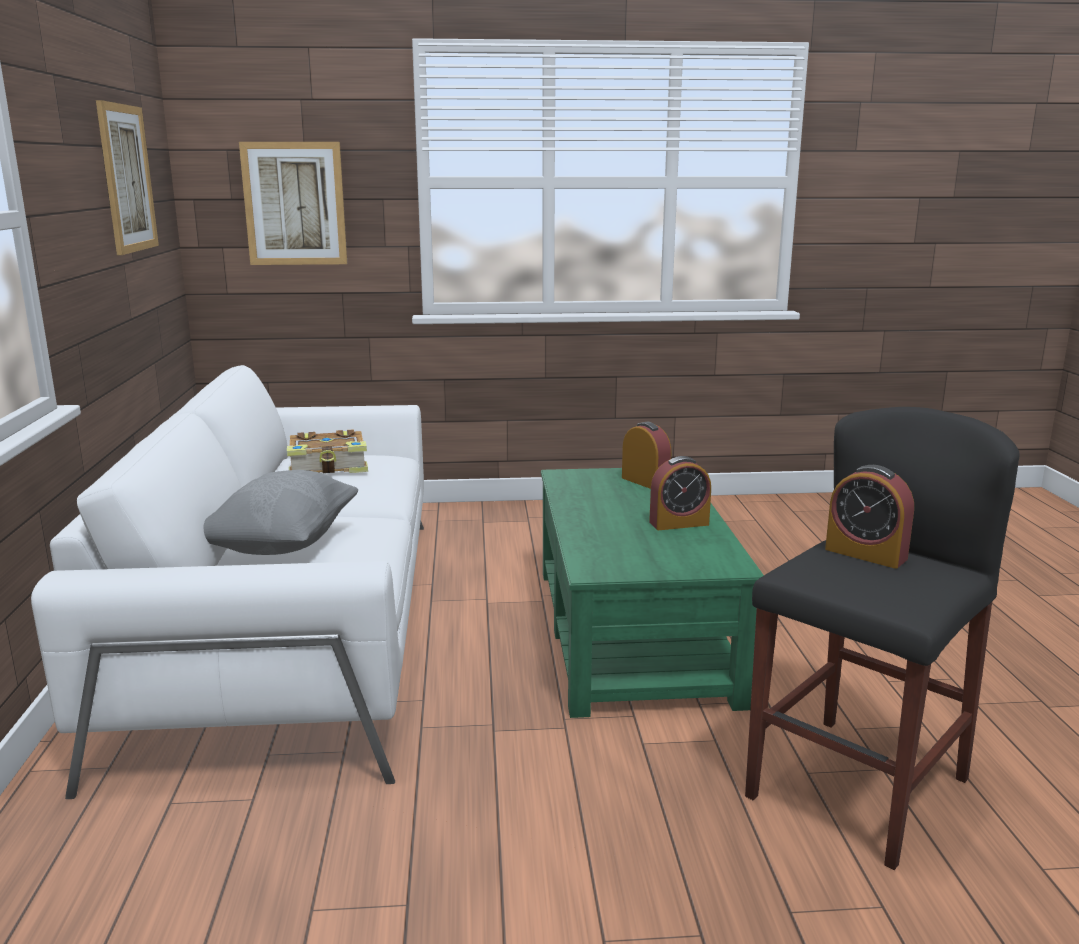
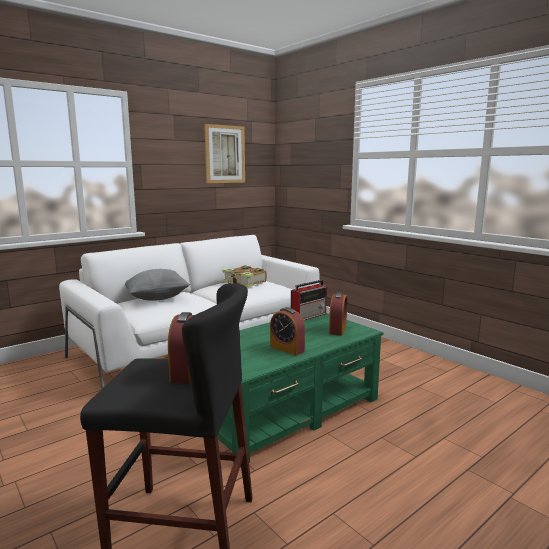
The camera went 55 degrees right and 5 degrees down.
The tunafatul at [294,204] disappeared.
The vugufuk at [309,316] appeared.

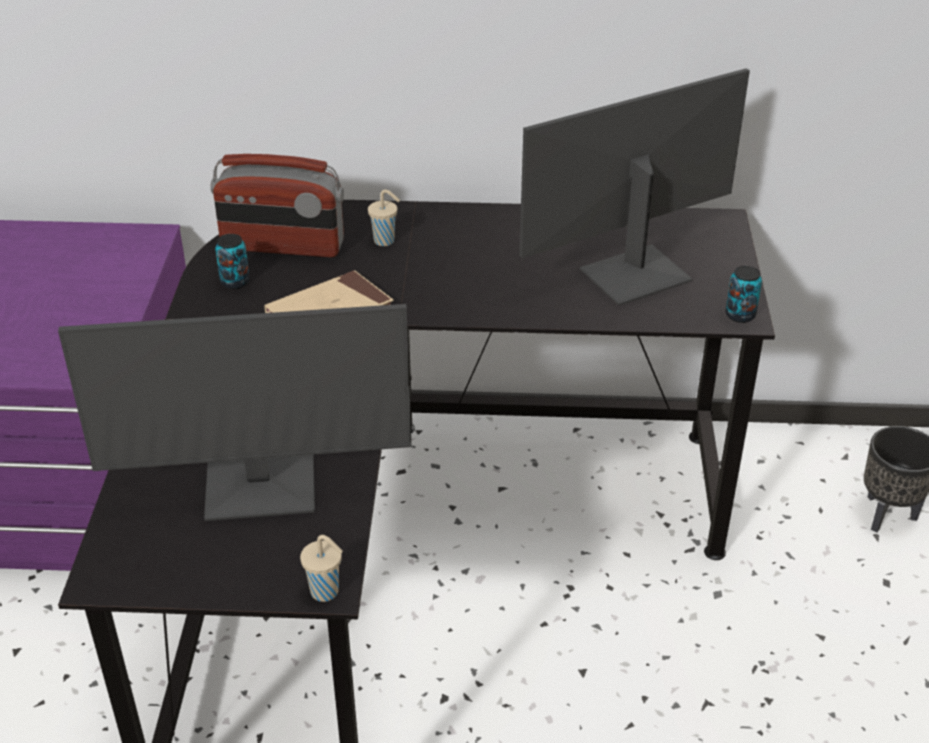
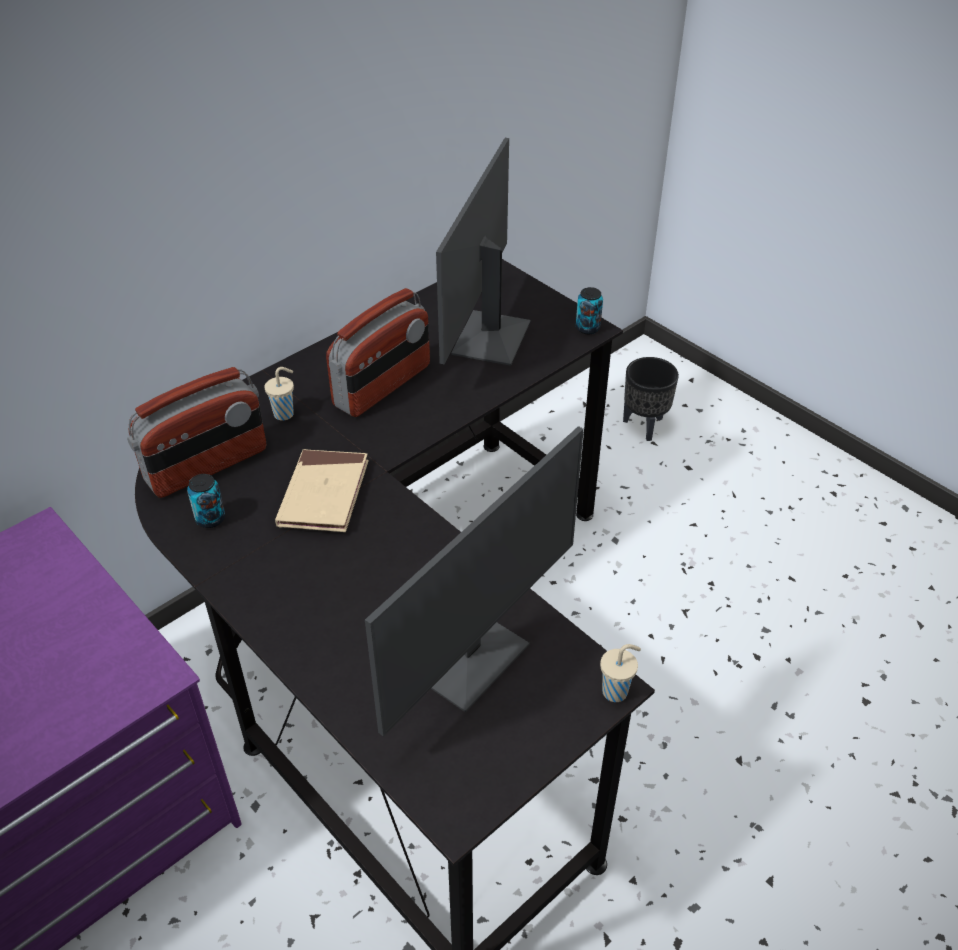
The camera went 45 degrees left and 5 degrees up.
The vugufuk at [383,386] appeared.

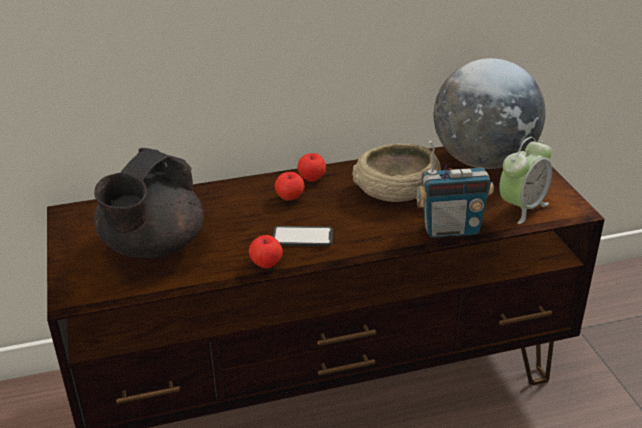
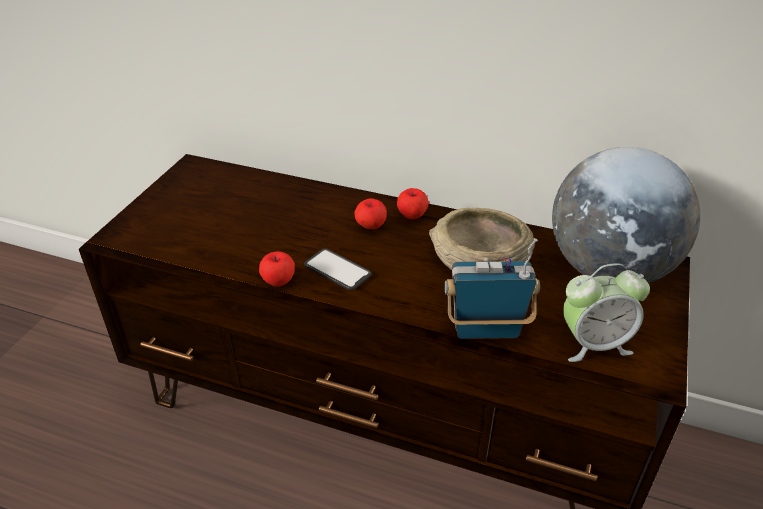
The camera went 35 degrees right and 5 degrees up.
The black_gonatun at [152,247] disappeared.
The vugufuk at [451,229] turned 150 degrees clockwise.

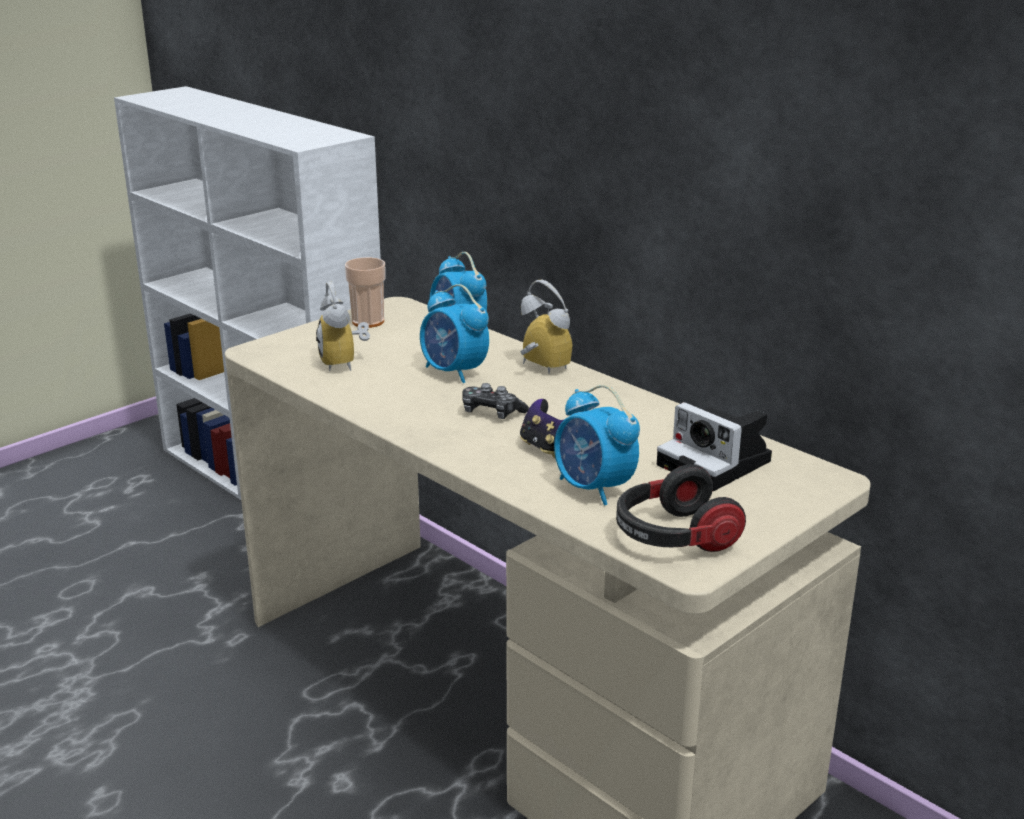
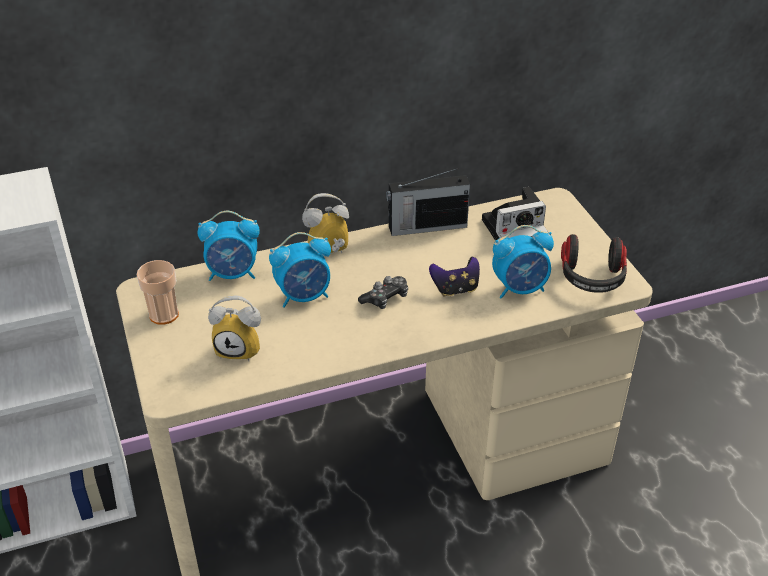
The camera went 65 degrees left and 15 degrees up.
The vugufuk at [426,226] appeared.

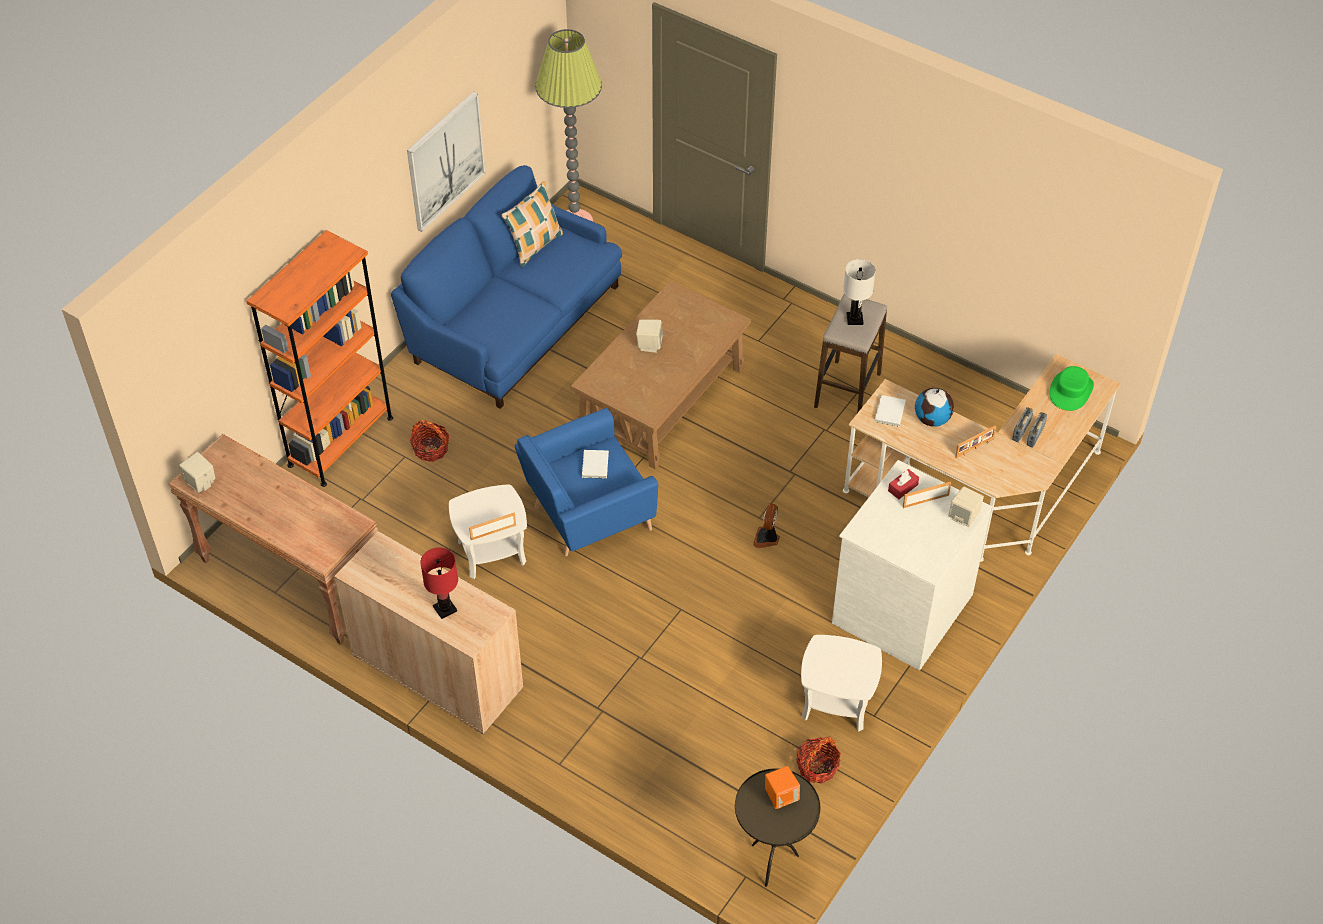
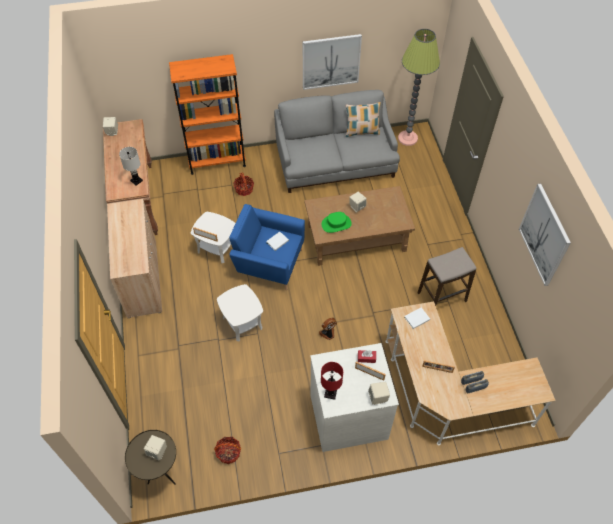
The camera went 45 degrees right and 5 degrees up.
The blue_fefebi at [514,321] became the grey_fefebi at [335,161].
The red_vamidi moved from [445,608] to [330,393].
The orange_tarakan at [781,796] became the beige_tarakan at [157,451].
The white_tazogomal moved from [837,703] to [242,323].
The white_vamidi moved from [854,319] to [136,181].
The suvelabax at [932,419] disappeared.
The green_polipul moved from [1070,391] to [336,224].
The tunafatul at [544,235] appeared.

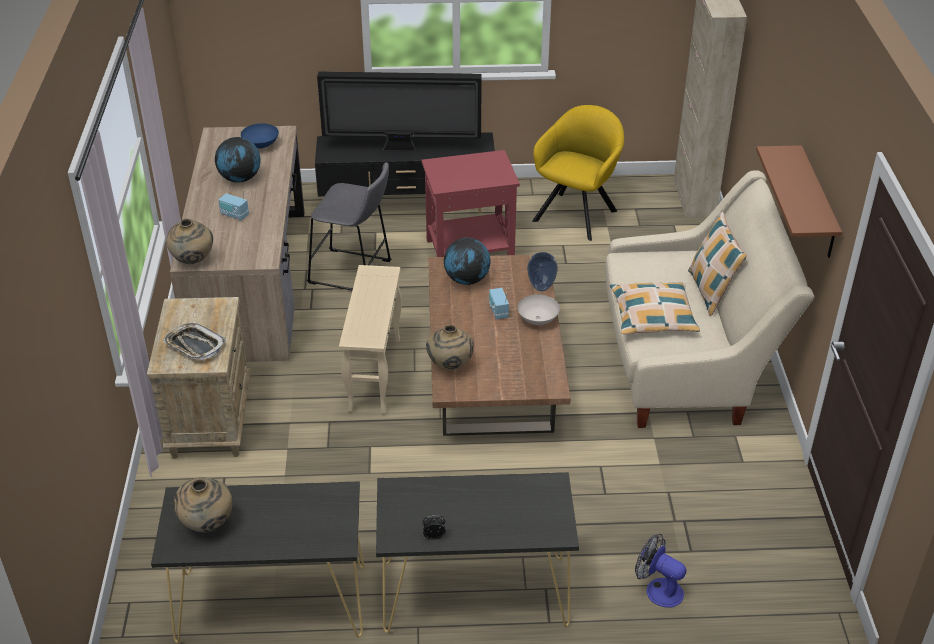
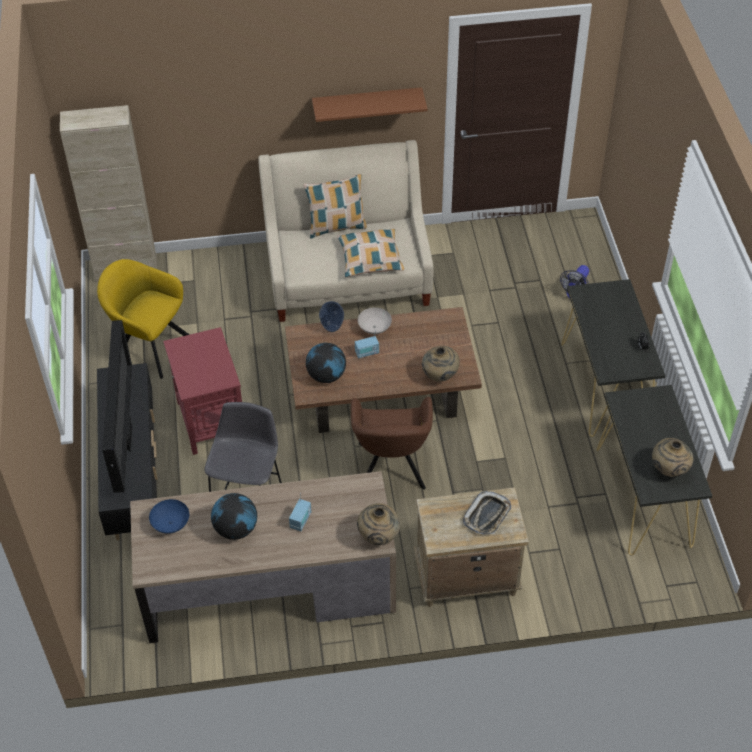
The camera went 95 degrees left and 10 degrees up.
The beige_tazogomal at [375,375] was replaced by the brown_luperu at [391,469].

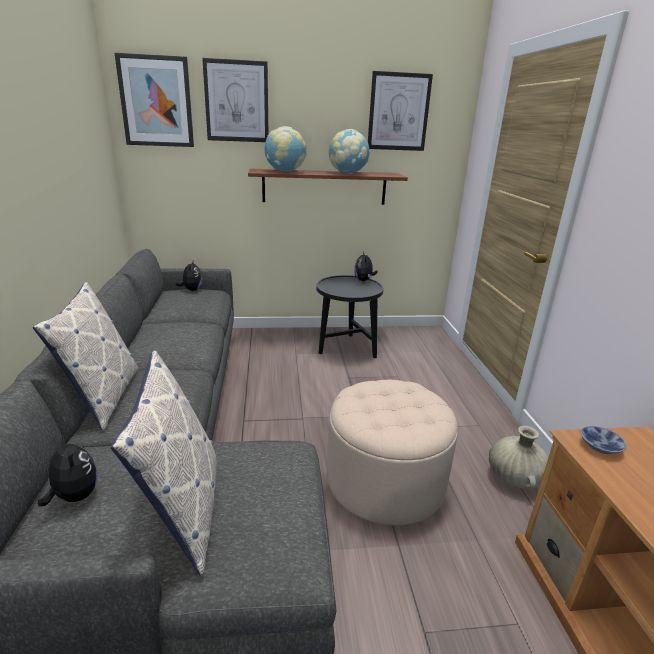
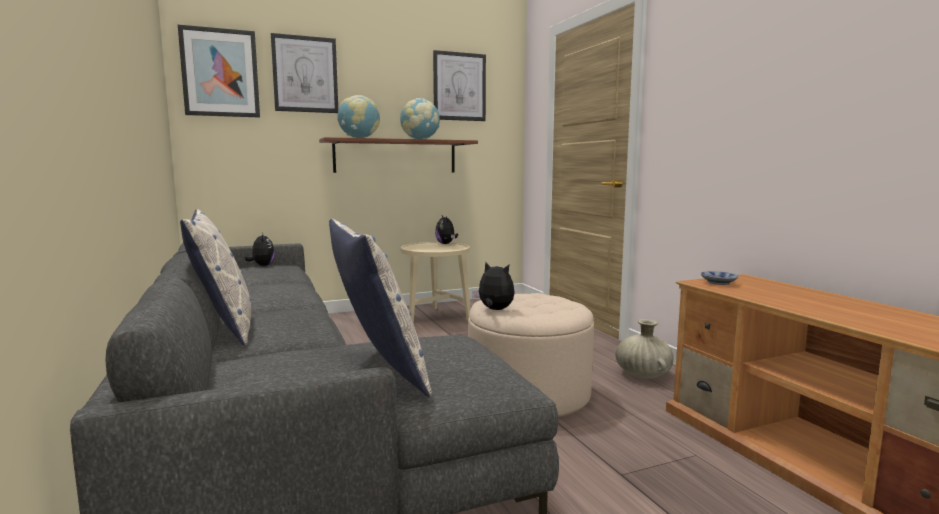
The camera went 15 degrees left and 15 degrees down.
The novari moved from [74,496] to [494,310].
The black_tazogomal at [346,349] became the beige_tazogomal at [436,317].

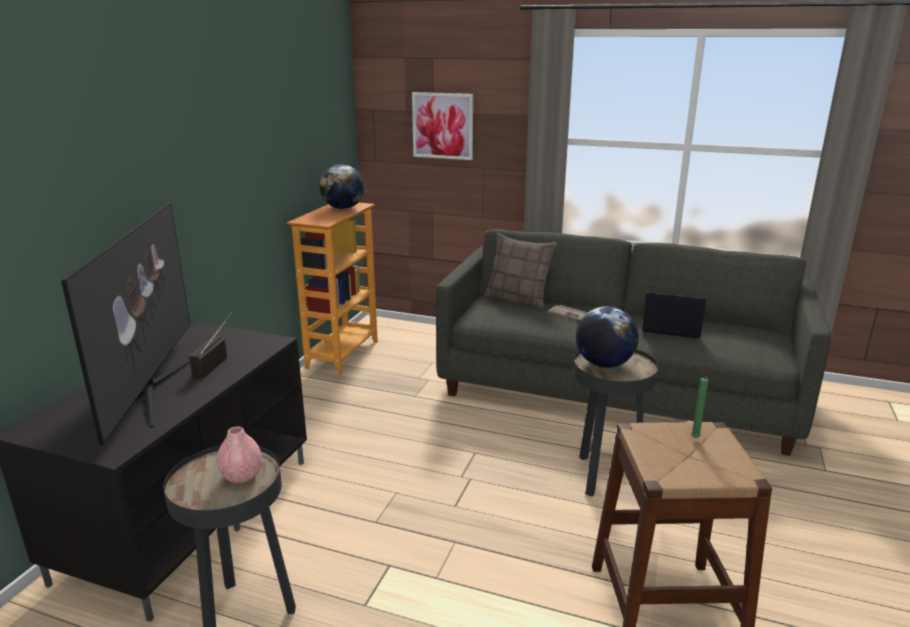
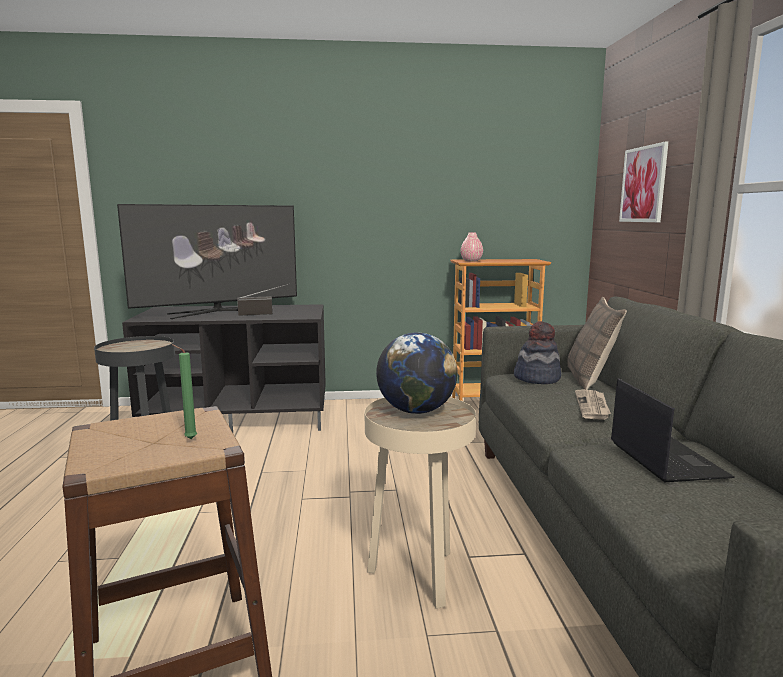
The camera went 65 degrees right and 10 degrees down.
The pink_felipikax moved from [242,476] to [471,261].
The suvelabax at [343,208] disappeared.
The black_tazogomal at [603,477] became the beige_tazogomal at [418,576].
The polipul at [537,378] appeared.

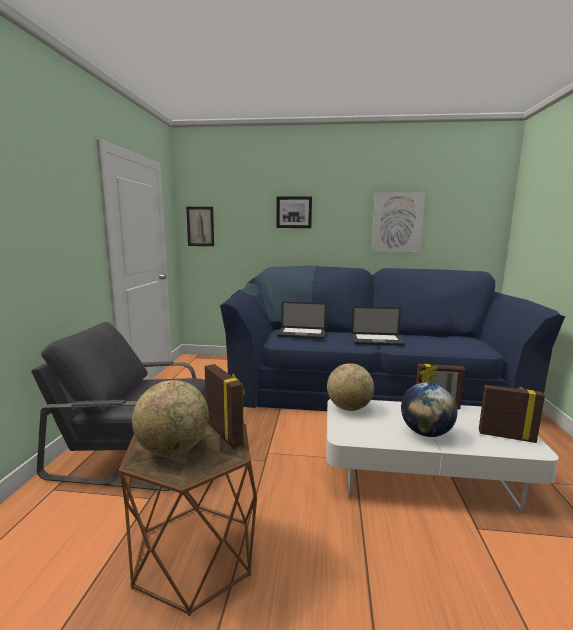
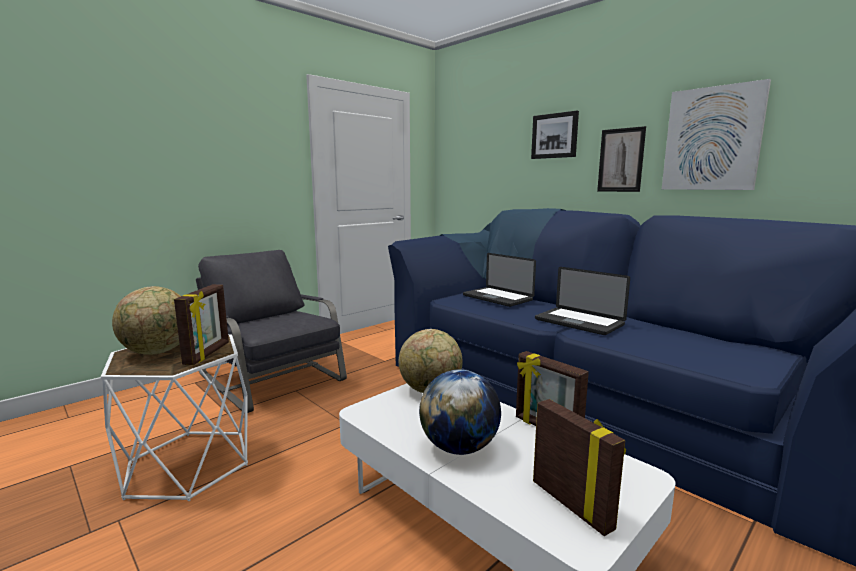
The camera went 40 degrees right and 0 degrees up.
The brown_tazogomal at [195,553] became the white_tazogomal at [189,464].
The tunafatul moved from [200,226] to [621,160].

